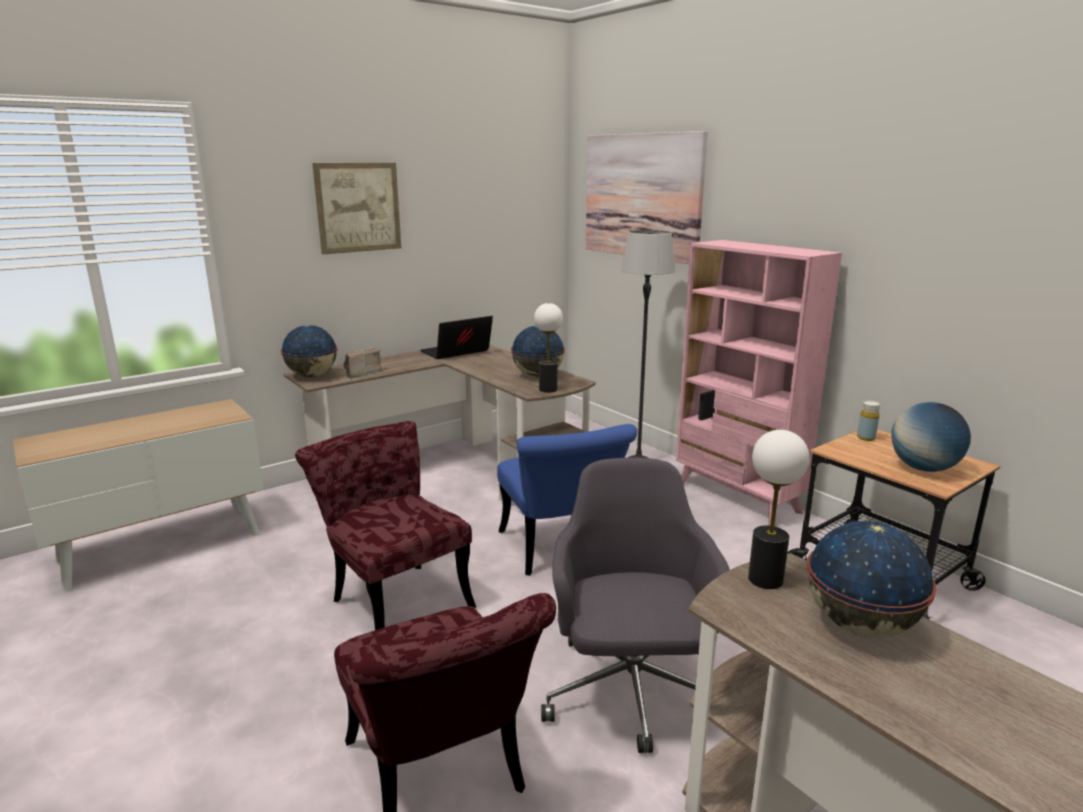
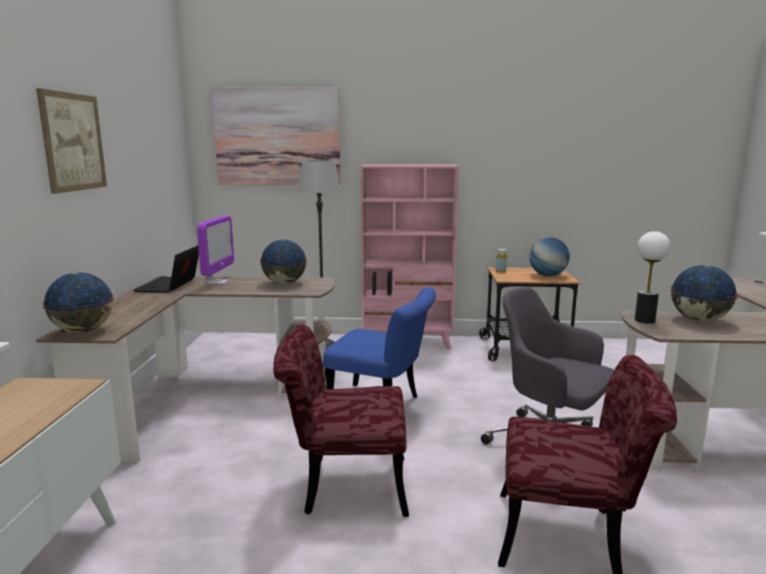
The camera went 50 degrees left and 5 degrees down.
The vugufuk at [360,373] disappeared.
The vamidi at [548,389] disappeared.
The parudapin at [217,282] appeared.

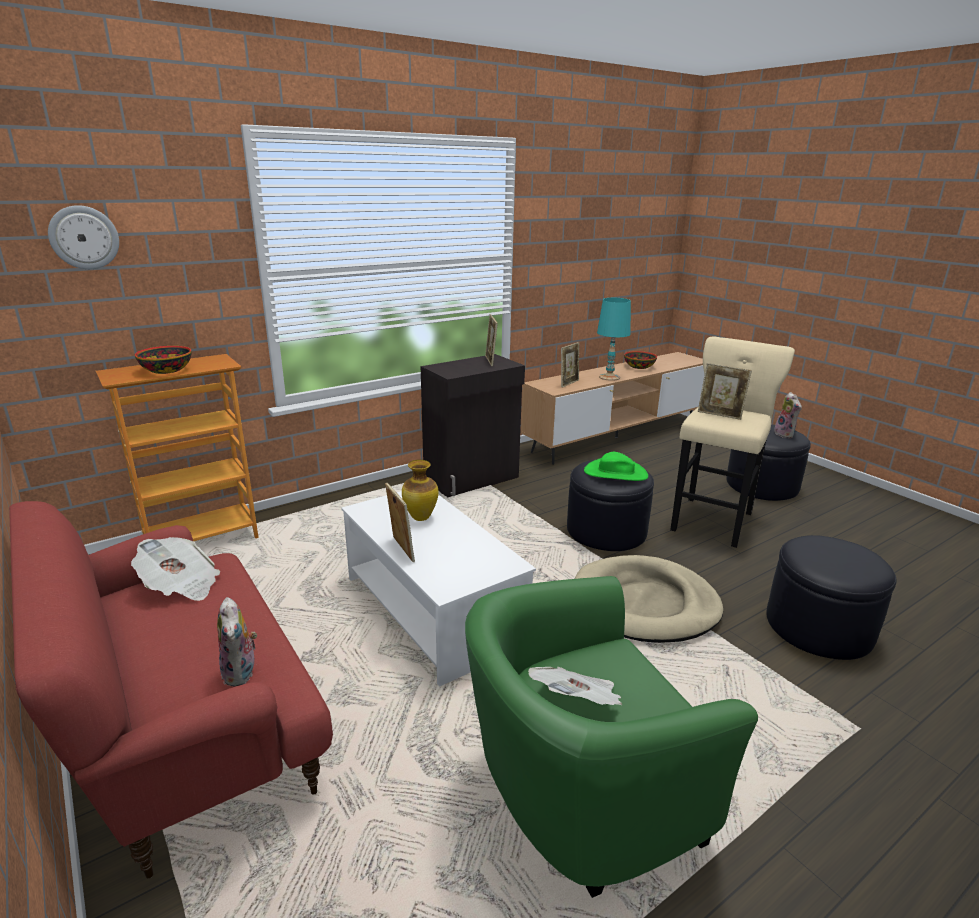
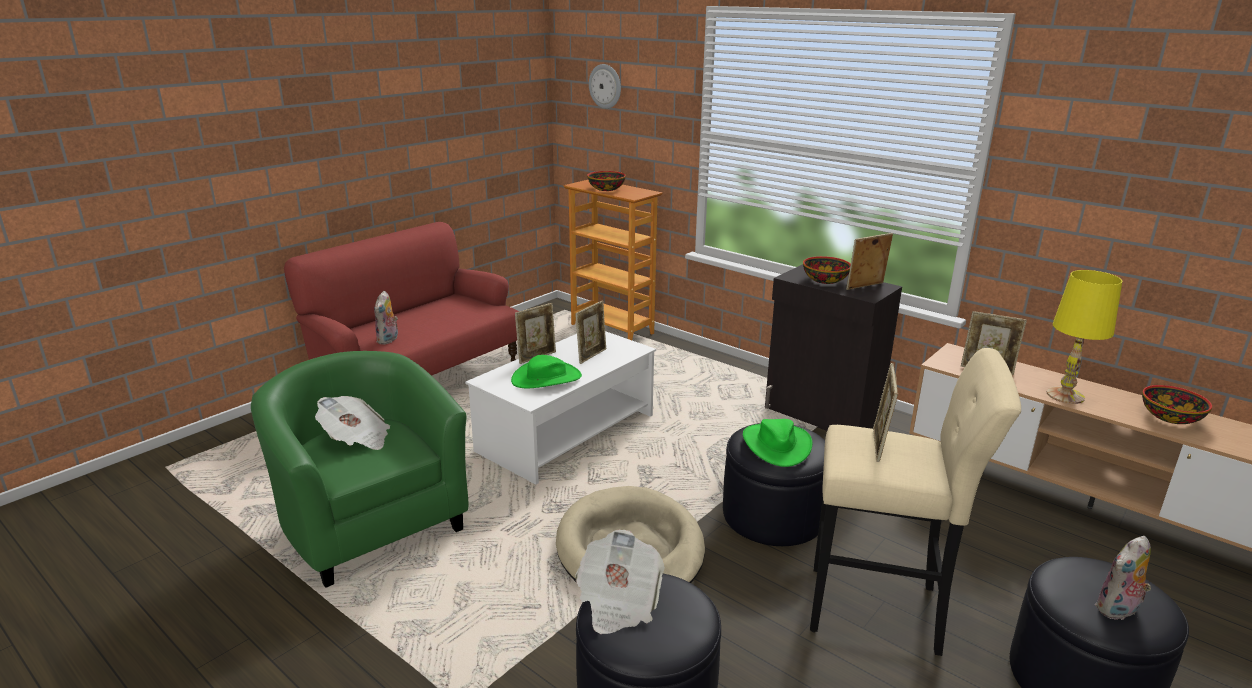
The camera went 75 degrees right and 0 degrees up.
The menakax moved from [181,585] to [618,602].
The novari at [242,672] turned 45 degrees counterclockwise.
The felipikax at [420,517] was replaced by the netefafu at [591,355].
The turquoise_vamidi at [609,377] became the yellow_vamidi at [1065,395].
The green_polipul at [546,378] appeared.
The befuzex at [824,280] appeared.

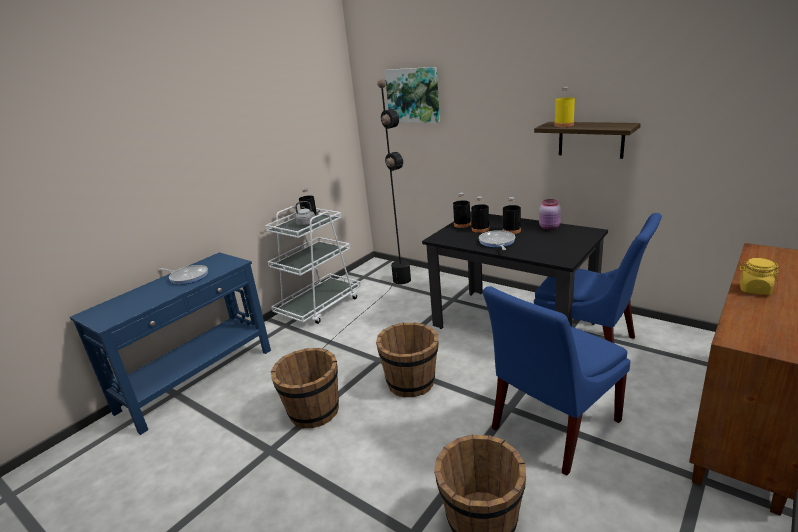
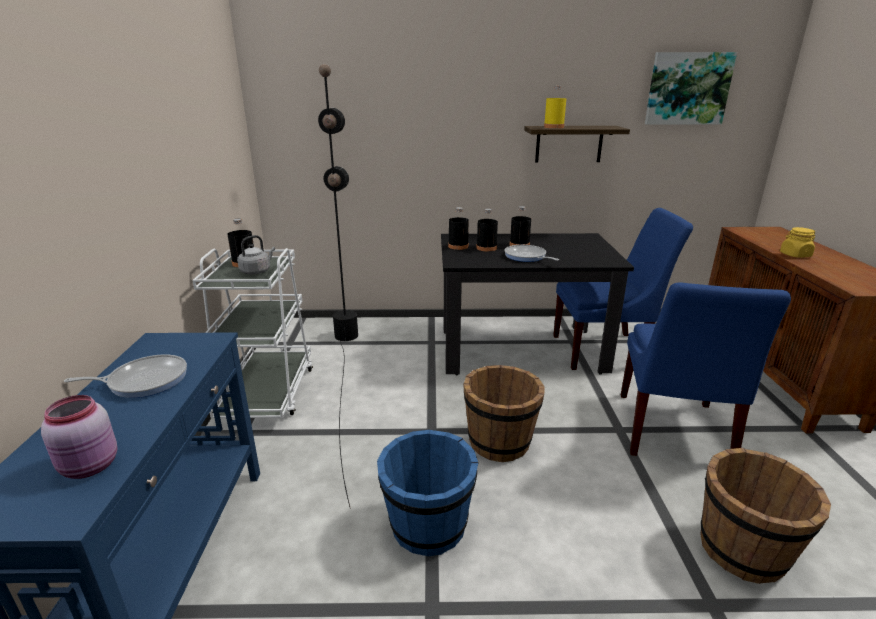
The camera went 40 degrees left and 0 degrees up.
The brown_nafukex at [313,412] became the blue_nafukex at [428,527].
The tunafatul moved from [413,95] to [687,89].
The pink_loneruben moved from [549,227] to [91,466].

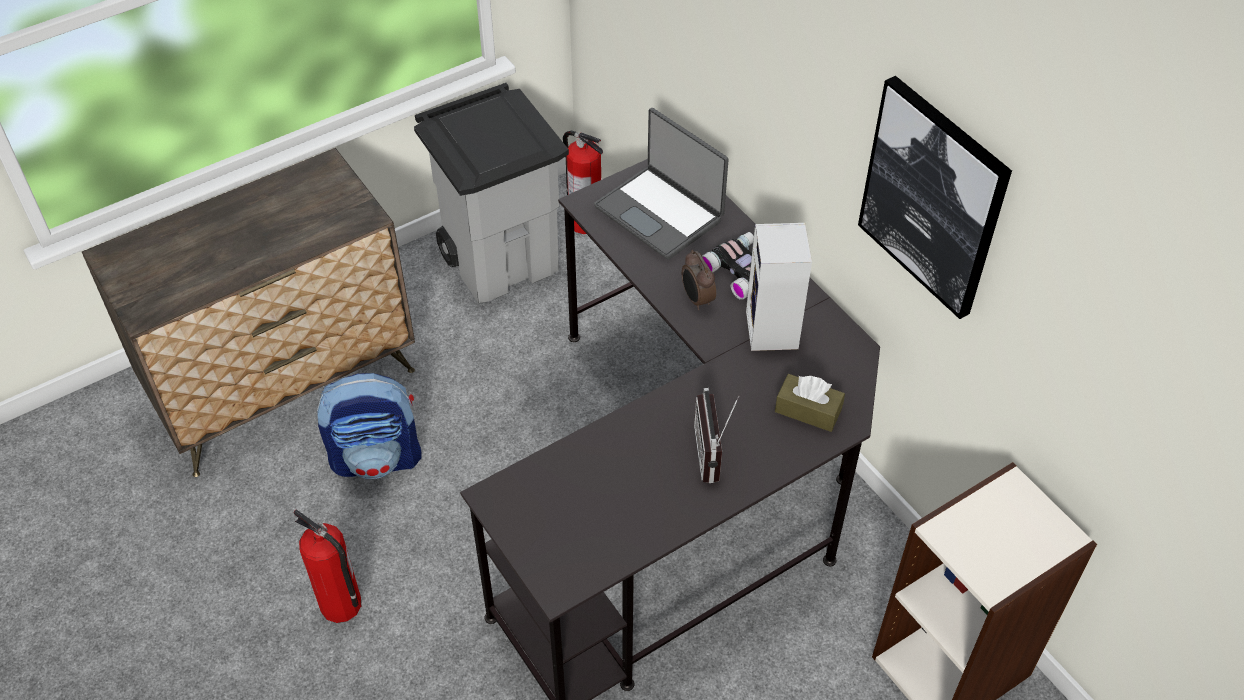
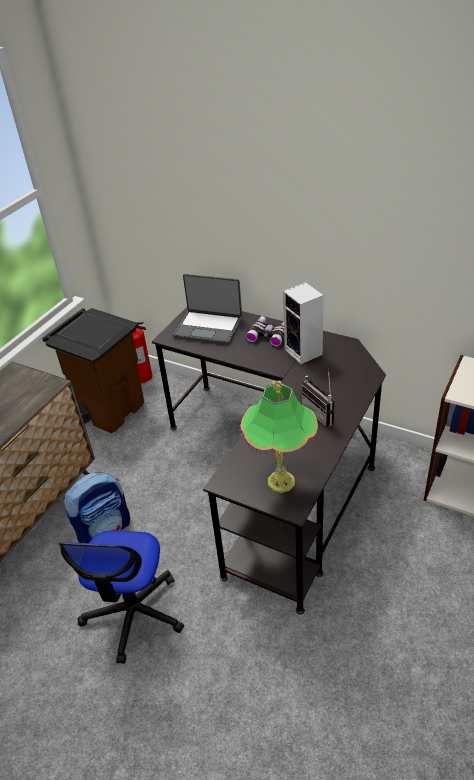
The camera went 25 degrees left and 10 degrees down.
The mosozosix at [341,605] was replaced by the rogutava at [133,614].
The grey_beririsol at [502,260] became the brown_beririsol at [110,409].
The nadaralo at [696,299] disappeared.
The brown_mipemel at [808,410] disappeared.
The tunafatul at [933,197] disappeared.
The vamidi at [281,482] appeared.

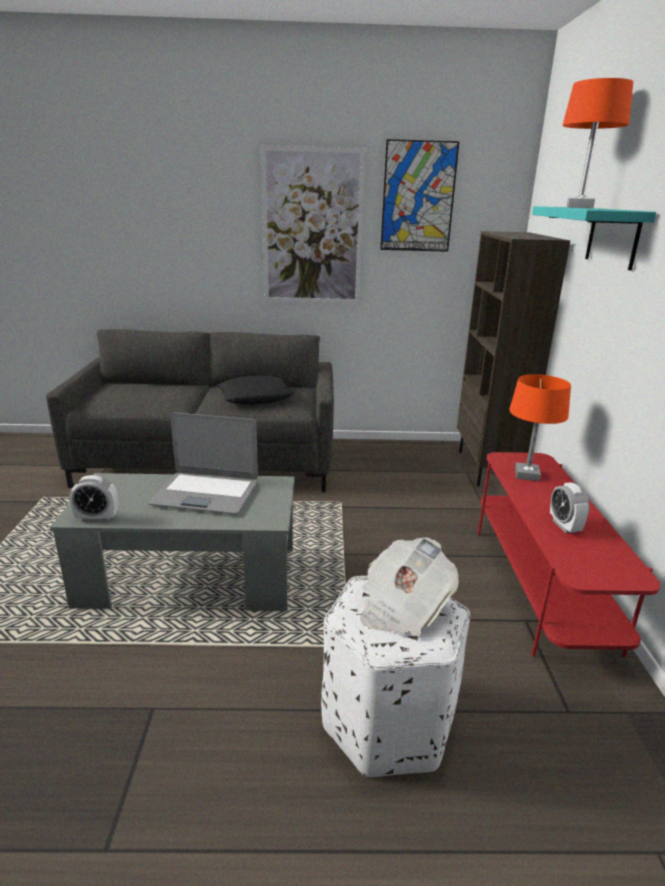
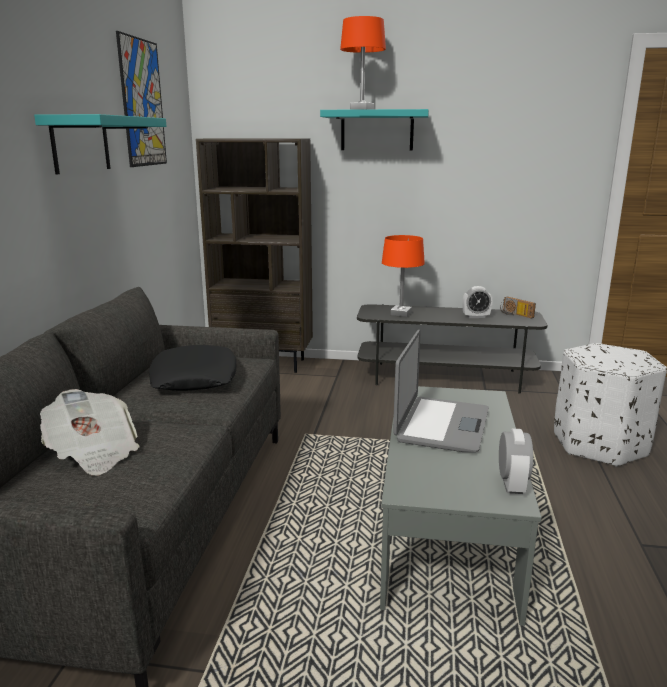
The camera went 80 degrees left and 5 degrees down.
The tunafatul at [312,228] was replaced by the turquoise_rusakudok at [80,144].
The menakax moved from [402,607] to [93,453].
The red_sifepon at [540,586] became the grey_sifepon at [446,377].
The vugufuk at [515,314] appeared.

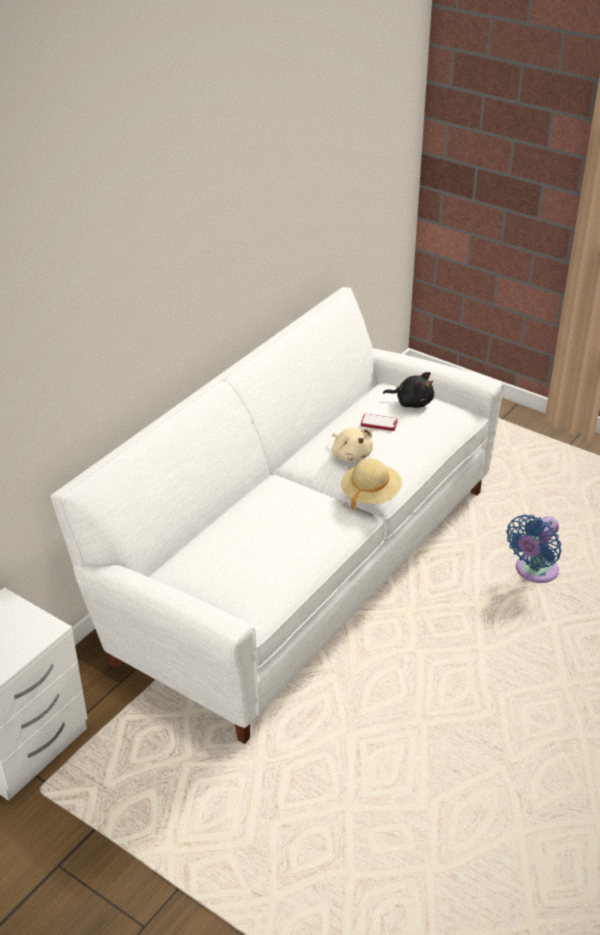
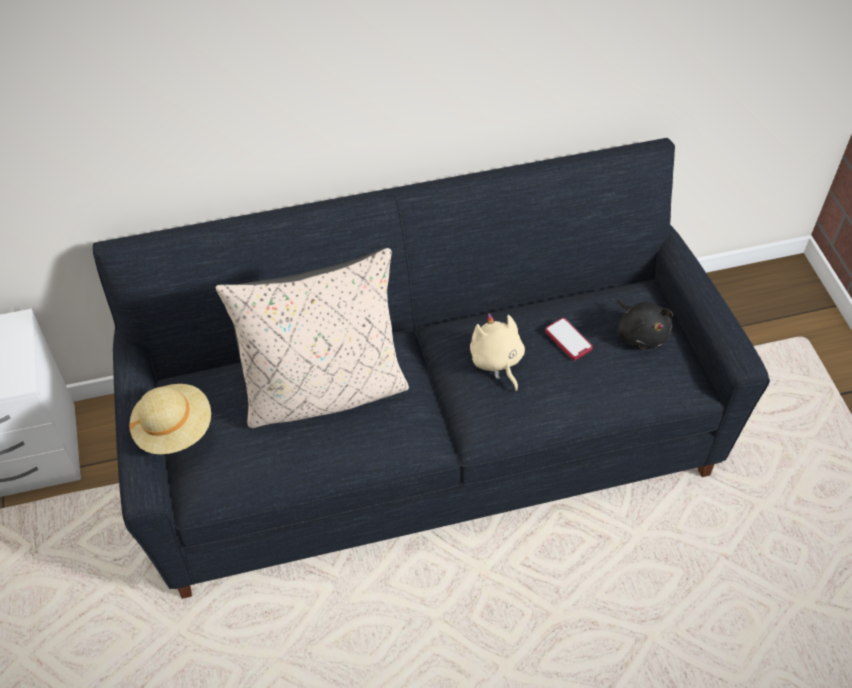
The camera went 40 degrees right and 15 degrees up.
The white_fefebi at [299,566] became the black_fefebi at [426,437].
The beige_novari at [351,454] turned 150 degrees clockwise.
The beige_polipul moved from [370,495] to [174,429].
The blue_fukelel at [534,572] disappeared.
The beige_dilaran at [324,390] appeared.

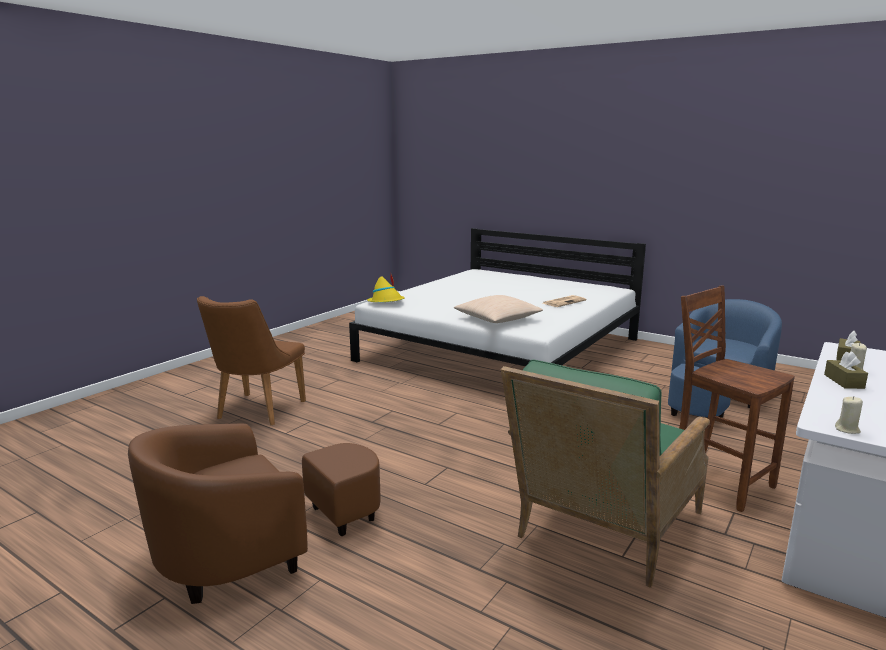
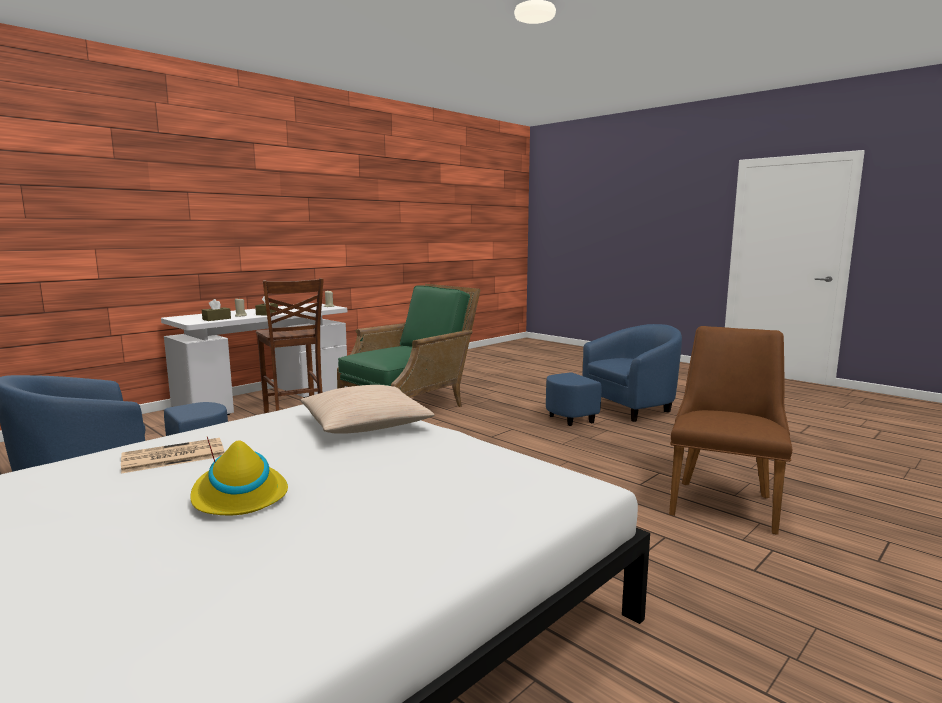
The camera went 170 degrees left and 5 degrees down.
The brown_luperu at [258,548] became the blue_luperu at [618,411].
The yellow_polipul moved from [386,302] to [239,496].

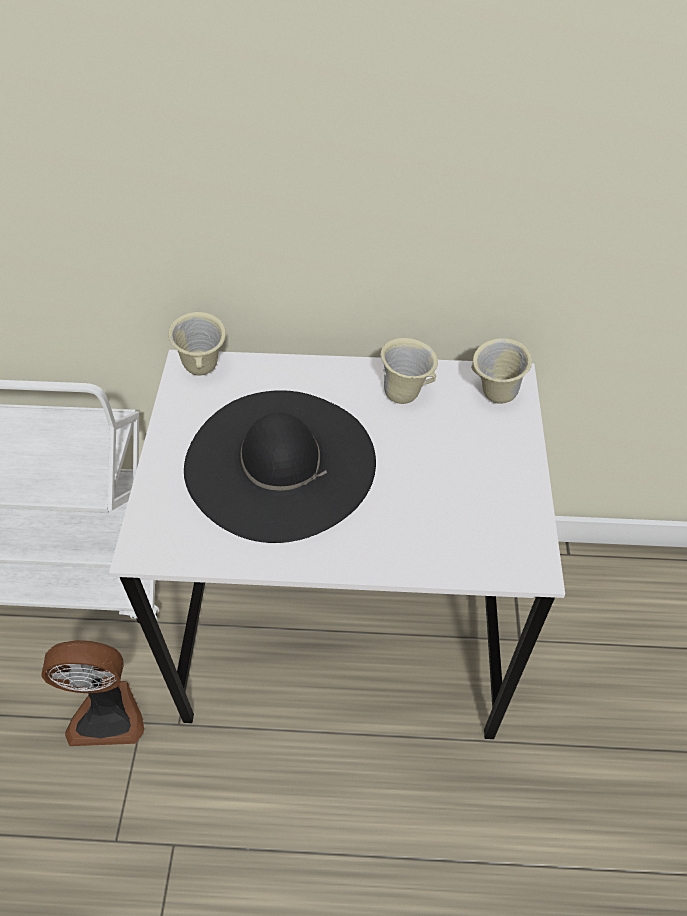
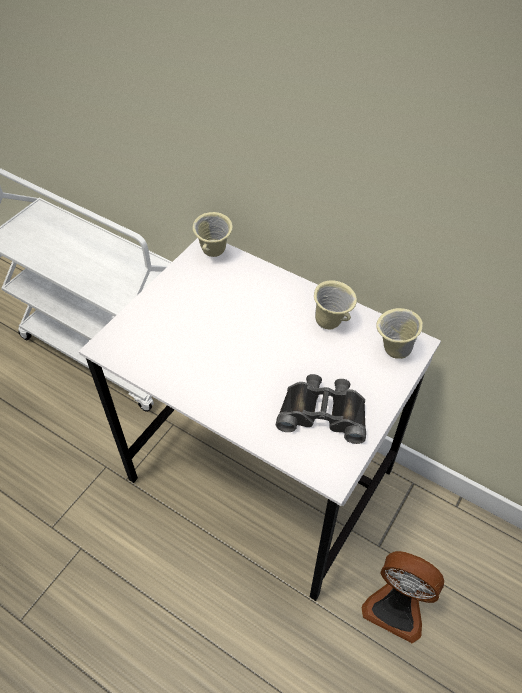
The camera went 30 degrees right and 0 degrees up.
The fukelel moved from [108,712] to [396,606].
The black_polipul at [280,462] disappeared.
The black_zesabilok at [323,412] appeared.

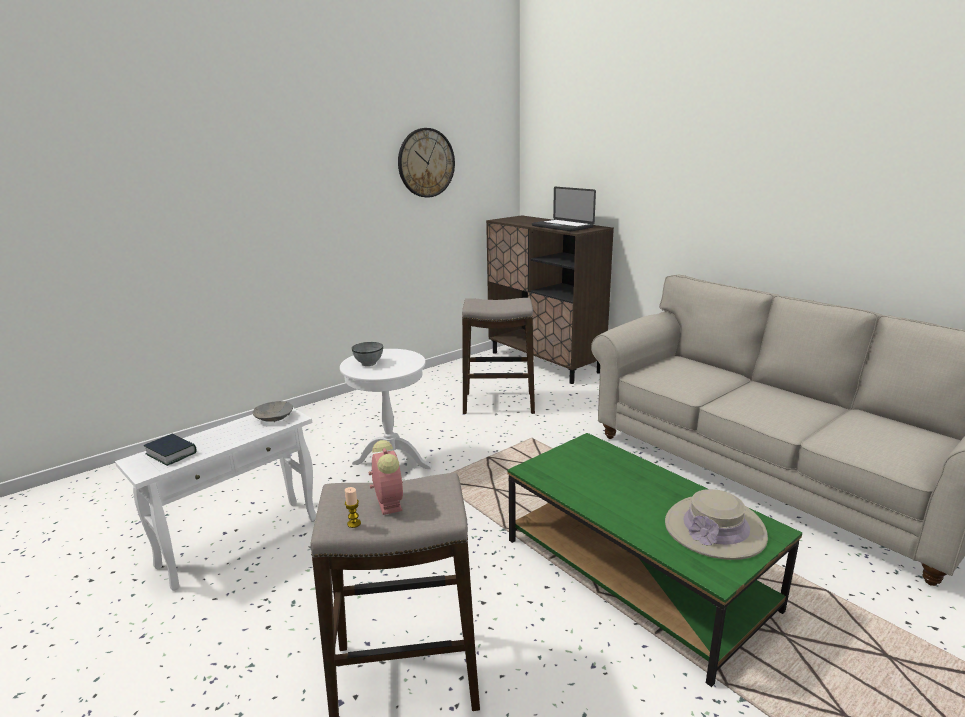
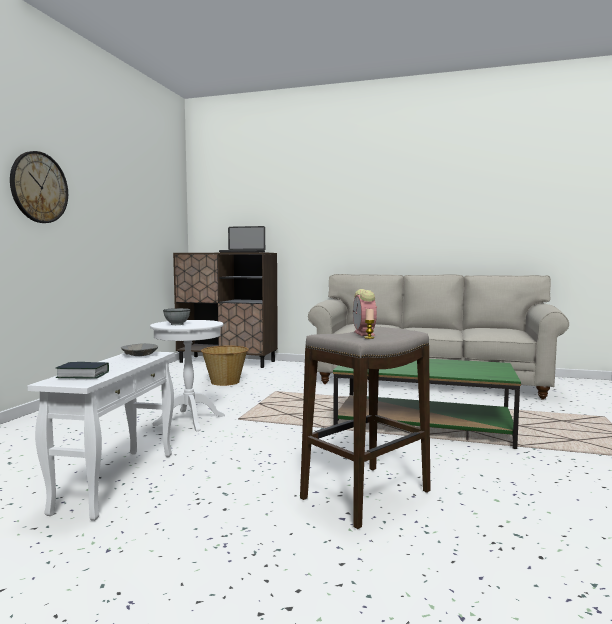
The camera went 35 degrees left and 15 degrees down.
The nadaralo at [388,501] turned 135 degrees counterclockwise.
The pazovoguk moved from [426,163] to [39,187].
The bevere at [499,403] was replaced by the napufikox at [225,382].
The beige_polipul at [715,529] disappeared.

